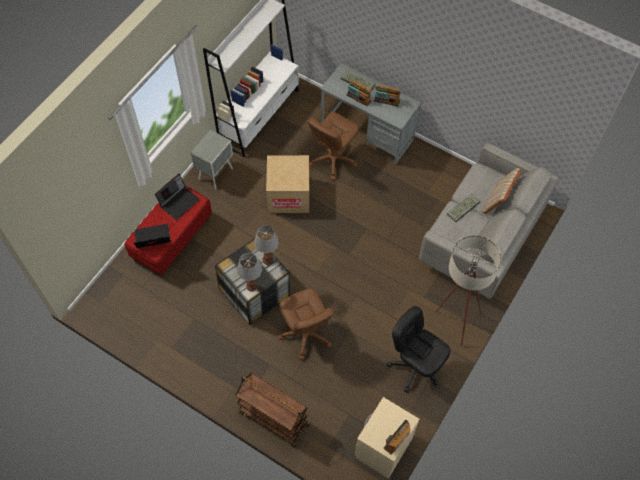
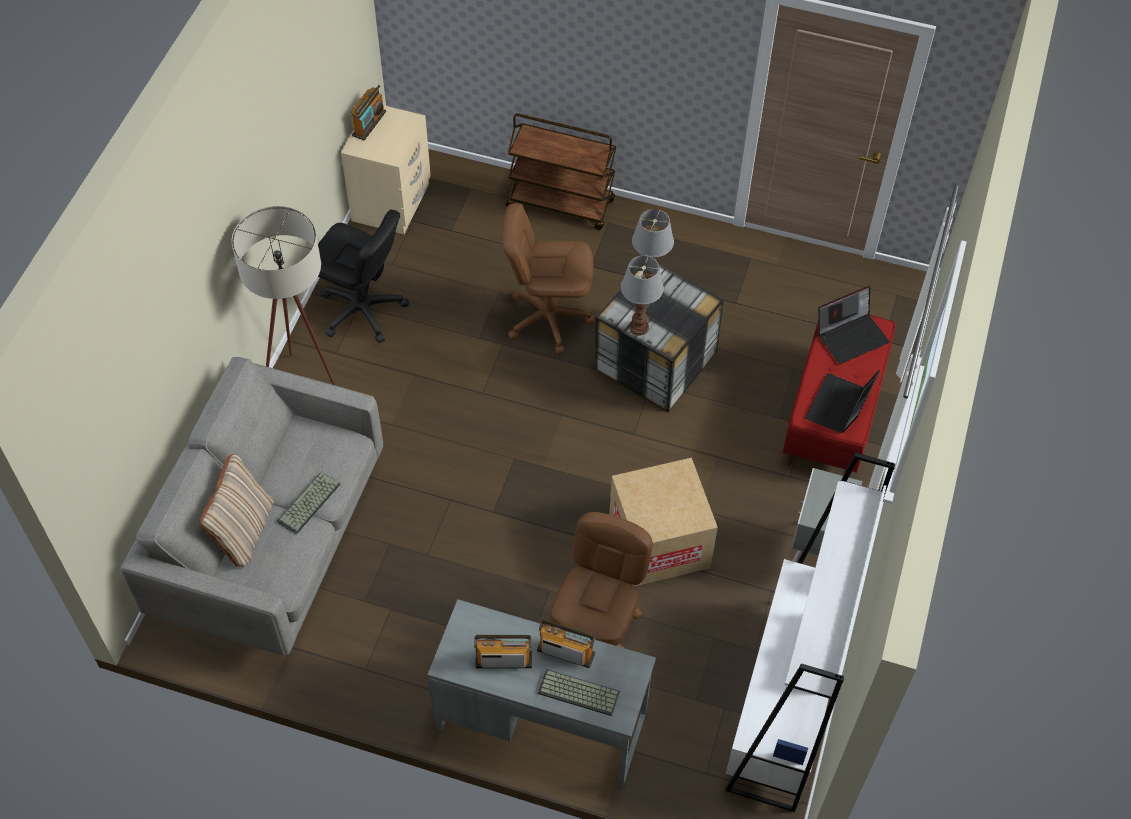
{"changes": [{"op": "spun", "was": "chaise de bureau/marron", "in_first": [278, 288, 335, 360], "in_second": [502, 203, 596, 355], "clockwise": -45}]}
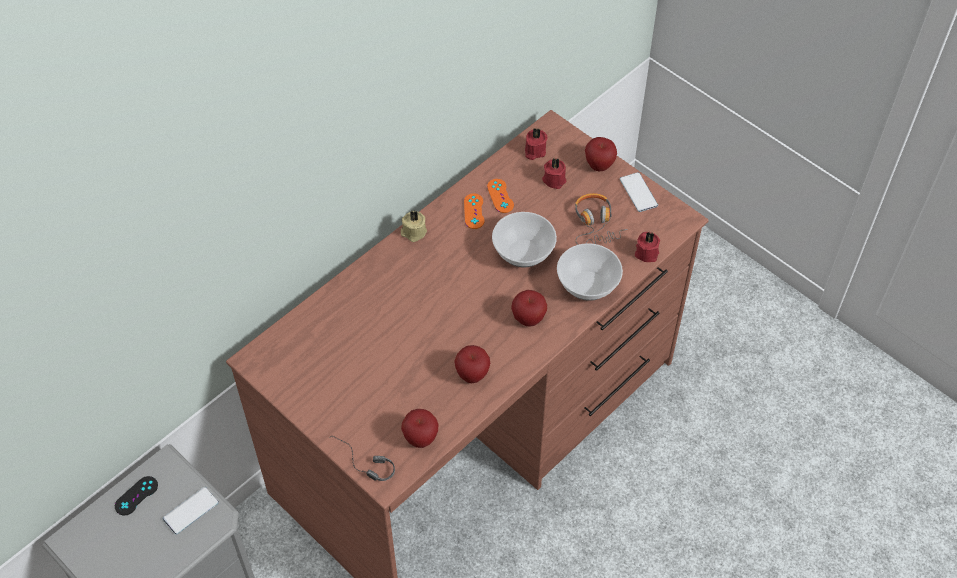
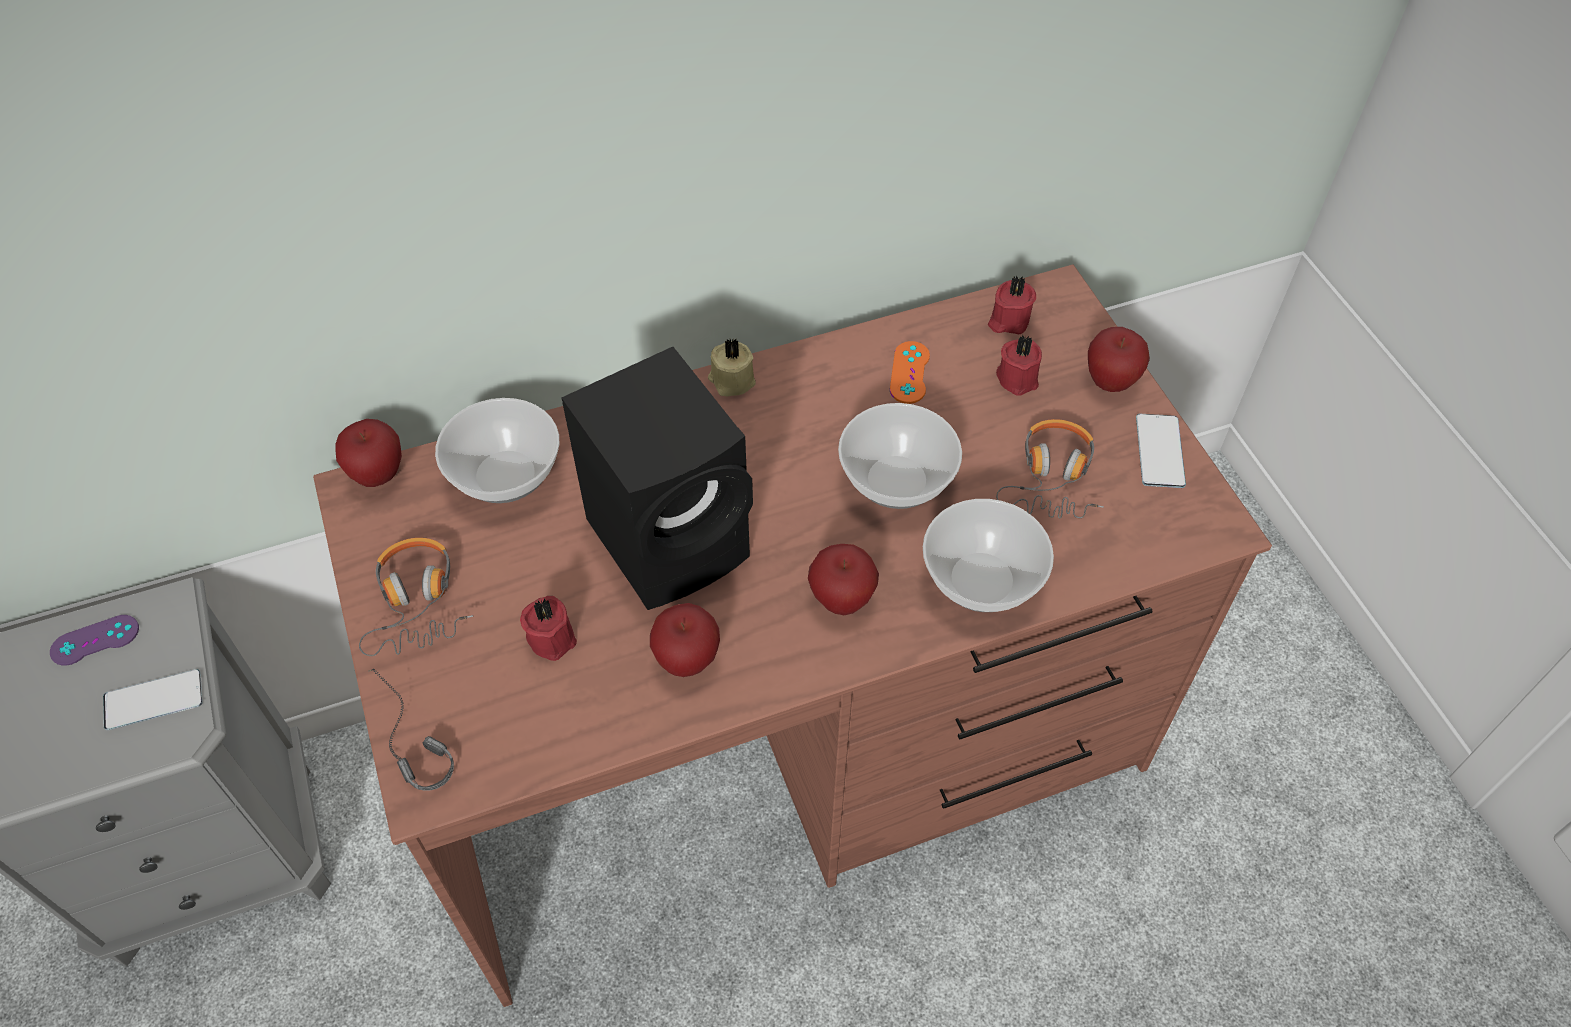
{"changes": [{"op": "missing", "was": "manette/orange", "in_first": [464, 193, 485, 229]}, {"op": "relocated", "was": "bougie/rouge", "in_first": [635, 231, 660, 262], "in_second": [520, 596, 577, 661]}, {"op": "relocated", "was": "pomme", "in_first": [401, 409, 438, 448], "in_second": [335, 419, 402, 487]}, {"op": "colour", "was": "manette/noir", "now": "manette/violet", "in_first": [115, 476, 158, 516], "in_second": [50, 615, 139, 666]}, {"op": "appeared", "now": "enceinte/noir", "in_second": [562, 347, 753, 610]}, {"op": "appeared", "now": "bol", "in_second": [435, 398, 559, 503]}, {"op": "appeared", "now": "casque audio", "in_second": [359, 538, 473, 656]}]}
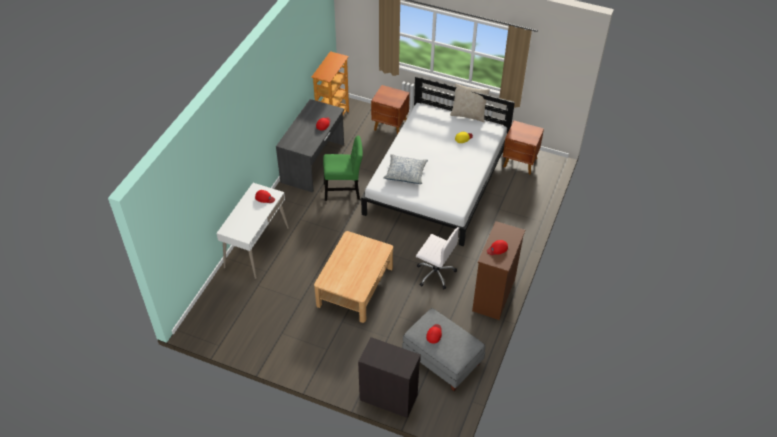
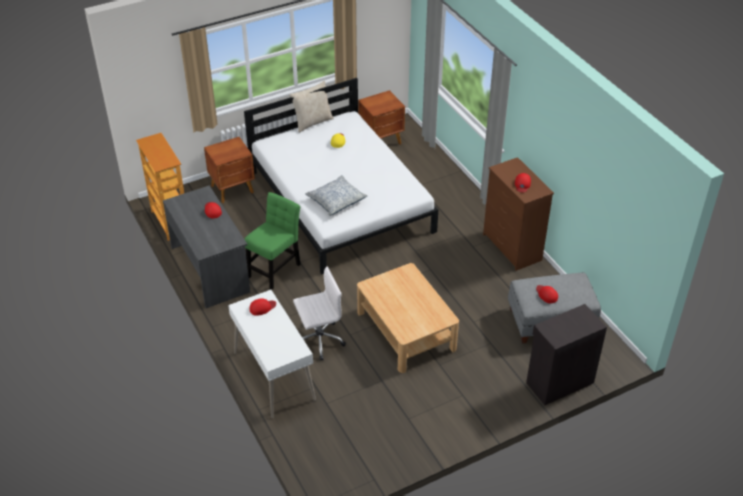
{"changes": [{"op": "relocated", "was": "chaise de bureau/blanc", "in_first": [416, 227, 459, 289], "in_second": [293, 266, 346, 361]}]}
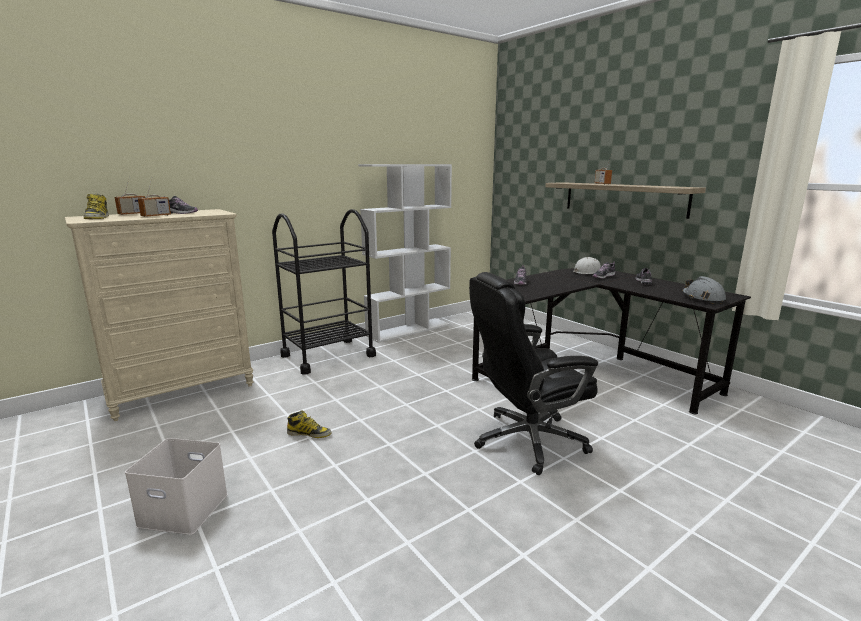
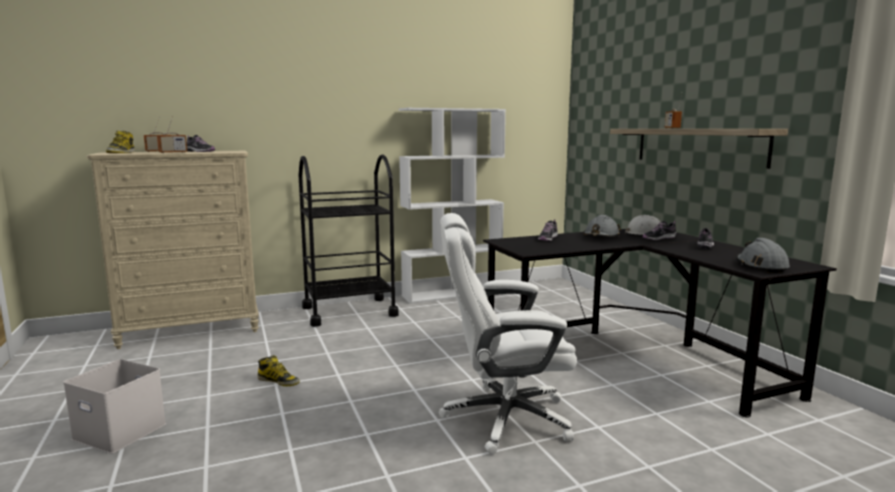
{"changes": [{"op": "colour", "was": "chaise de bureau/noir", "now": "chaise de bureau/blanc", "in_first": [469, 272, 598, 475], "in_second": [439, 213, 577, 455]}, {"op": "appeared", "now": "casque de chantier/gris", "in_second": [583, 215, 621, 237]}]}
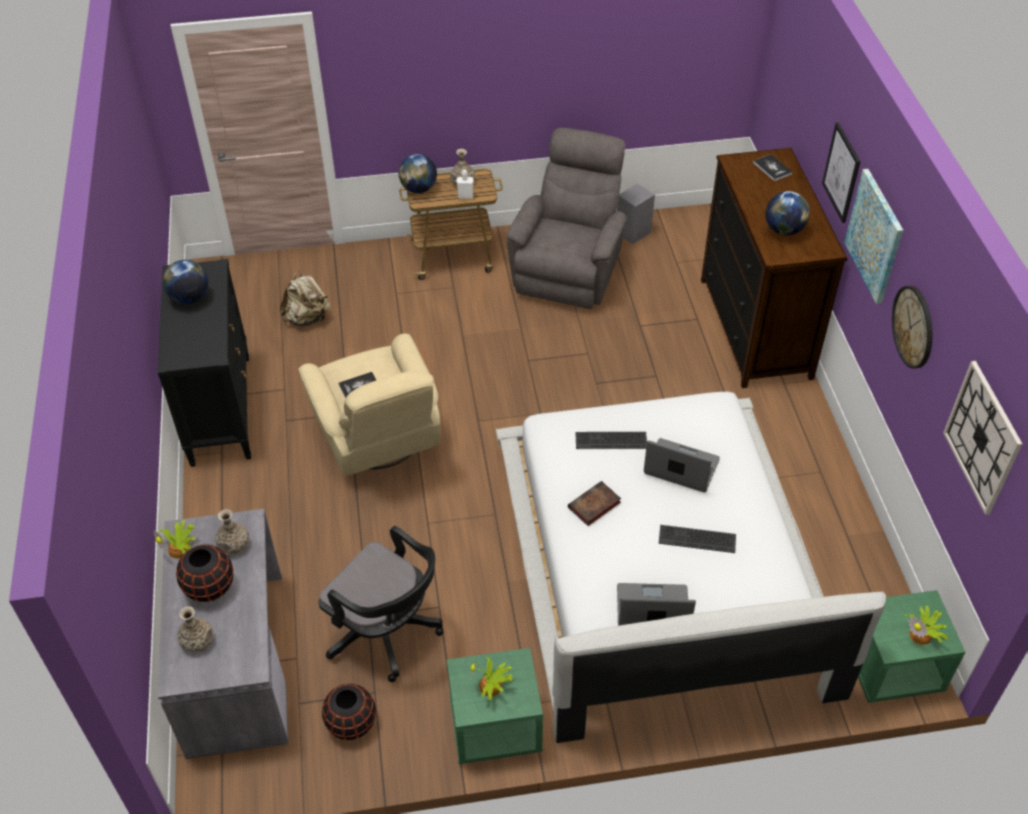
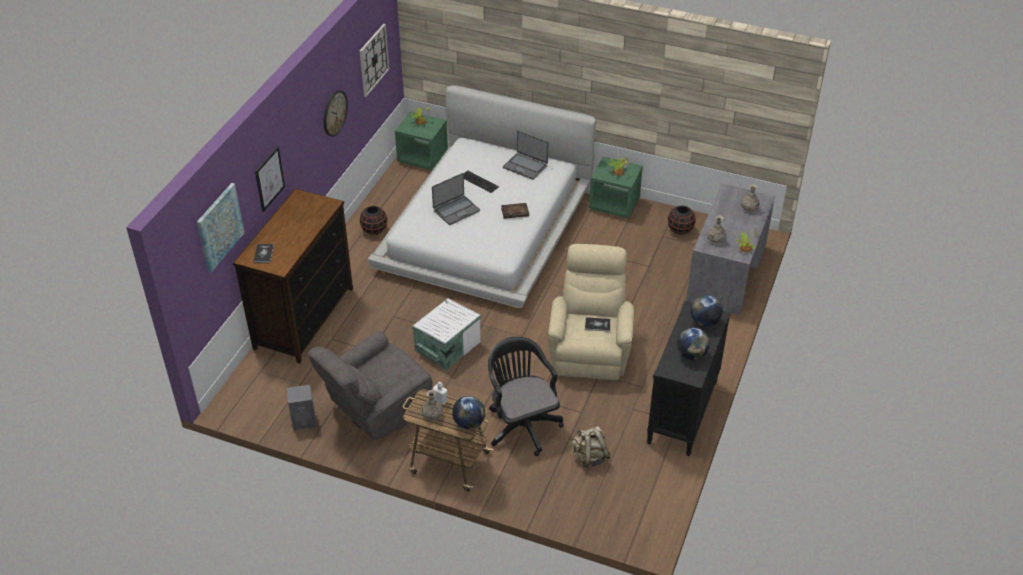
{"changes": [{"op": "relocated", "was": "tableau", "in_first": [844, 169, 903, 304], "in_second": [197, 183, 244, 272]}, {"op": "relocated", "was": "globe", "in_first": [765, 191, 810, 235], "in_second": [691, 295, 723, 327]}, {"op": "missing", "was": "clavier", "in_first": [575, 432, 647, 449]}, {"op": "spun", "was": "ordinateur portable", "in_first": [644, 438, 720, 493], "in_second": [432, 173, 480, 225], "clockwise": -90}, {"op": "relocated", "was": "chaise de bureau/noir", "in_first": [318, 526, 443, 682], "in_second": [488, 337, 564, 456]}, {"op": "relocated", "was": "vase/noir", "in_first": [176, 544, 233, 602], "in_second": [360, 206, 387, 235]}, {"op": "appeared", "now": "boîte de rangement/blanc", "in_second": [412, 298, 481, 371]}]}
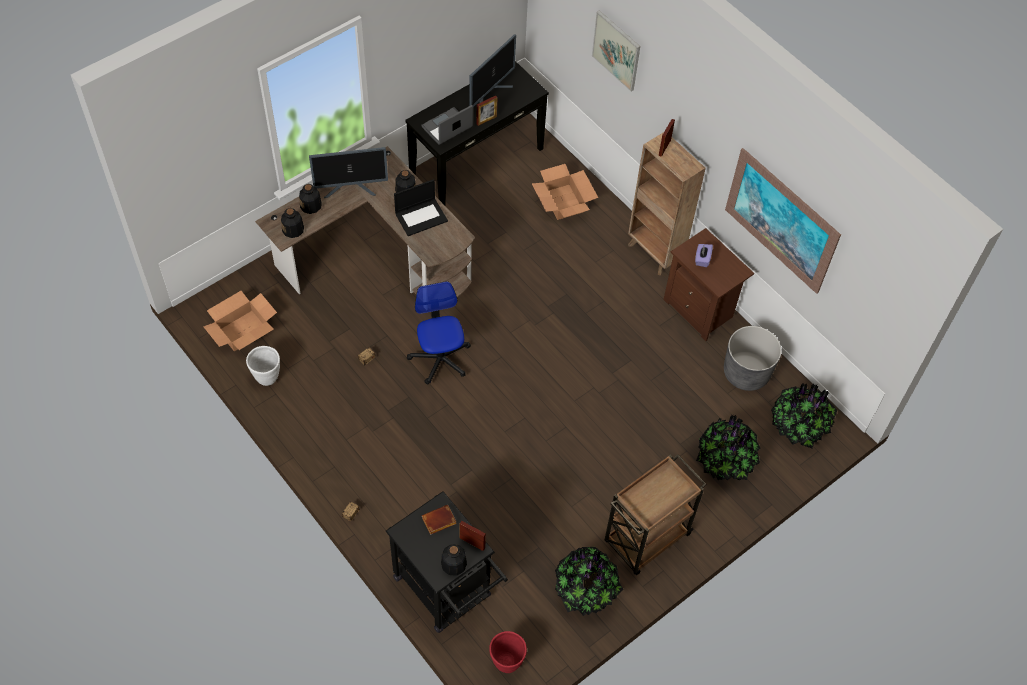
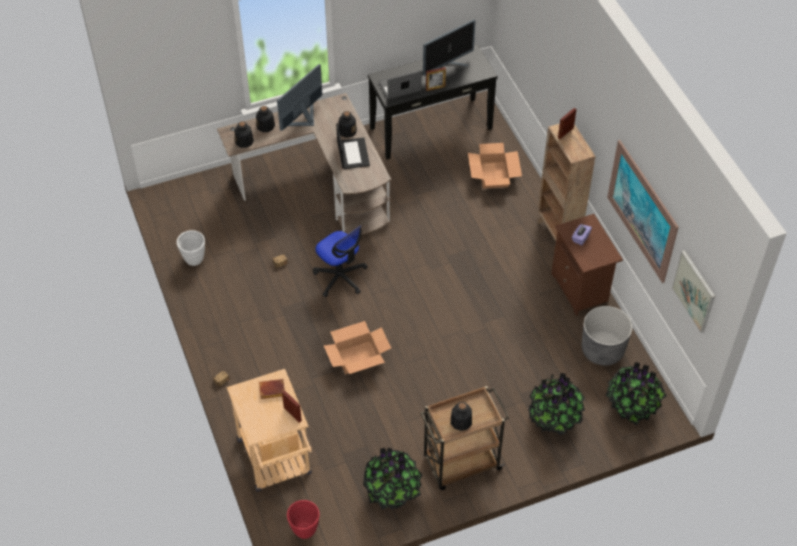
{"changes": [{"op": "relocated", "was": "tableau", "in_first": [592, 10, 640, 91], "in_second": [672, 250, 715, 333]}, {"op": "spun", "was": "écran d'ordinateur", "in_first": [309, 147, 388, 198], "in_second": [277, 64, 322, 131], "clockwise": 120}, {"op": "spun", "was": "ordinateur portable", "in_first": [394, 179, 448, 236], "in_second": [336, 123, 370, 169], "clockwise": -90}, {"op": "spun", "was": "chaise de bureau", "in_first": [407, 281, 471, 384], "in_second": [313, 226, 368, 297], "clockwise": 135}, {"op": "relocated", "was": "carton", "in_first": [203, 291, 277, 351], "in_second": [324, 321, 391, 374]}, {"op": "colour", "was": "chariot/noir", "now": "chariot/beige", "in_first": [386, 491, 508, 633], "in_second": [227, 369, 312, 492]}, {"op": "relocated", "was": "bouteille", "in_first": [441, 544, 467, 576], "in_second": [451, 402, 472, 431]}]}
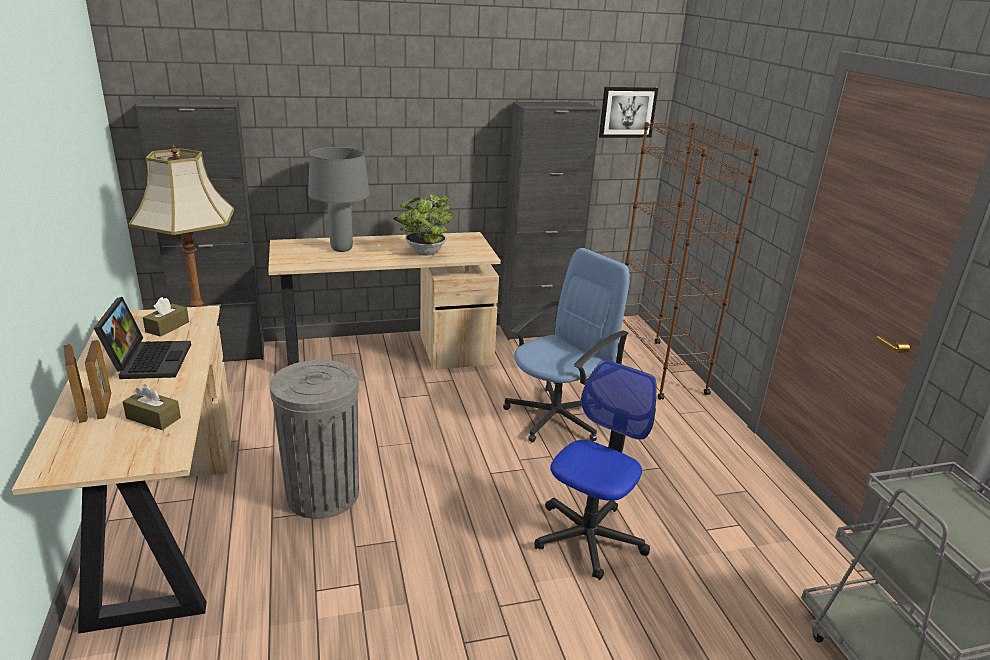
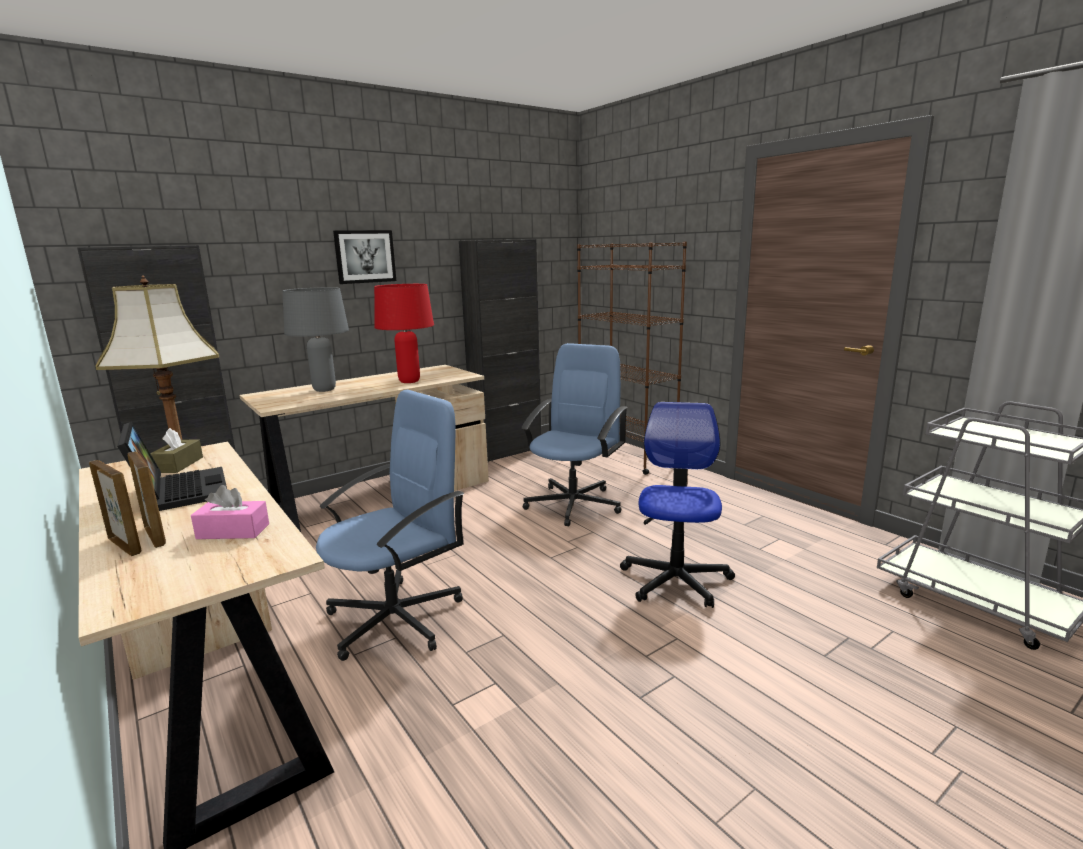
{"changes": [{"op": "relocated", "was": "tableau", "in_first": [599, 87, 658, 138], "in_second": [333, 230, 396, 284]}, {"op": "exchanged", "was": "plante en pot", "now": "lampe de table/rouge", "in_first": [394, 194, 452, 256], "in_second": [374, 284, 434, 383]}, {"op": "exchanged", "was": "poubelle/gris", "now": "chaise de bureau/bleu", "in_first": [270, 360, 359, 519], "in_second": [316, 390, 465, 661]}, {"op": "colour", "was": "boîte à mouchoirs/marron", "now": "boîte à mouchoirs/rose", "in_first": [123, 384, 181, 430], "in_second": [191, 485, 269, 539]}]}
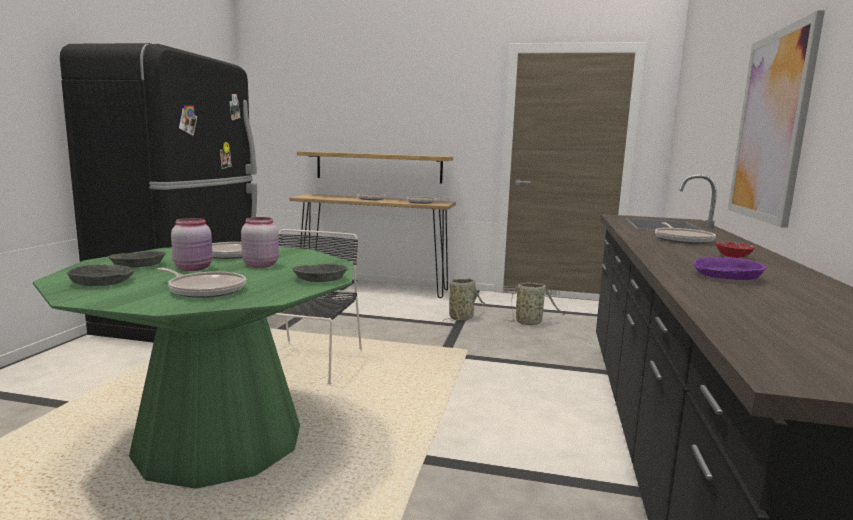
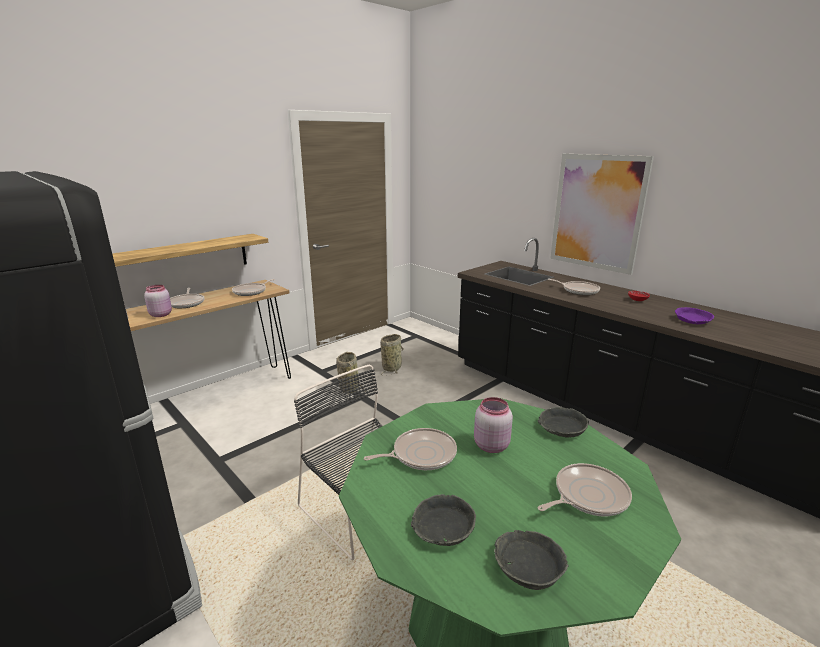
{"changes": [{"op": "relocated", "was": "bocal/rose", "in_first": [171, 218, 213, 271], "in_second": [144, 285, 172, 317]}]}
